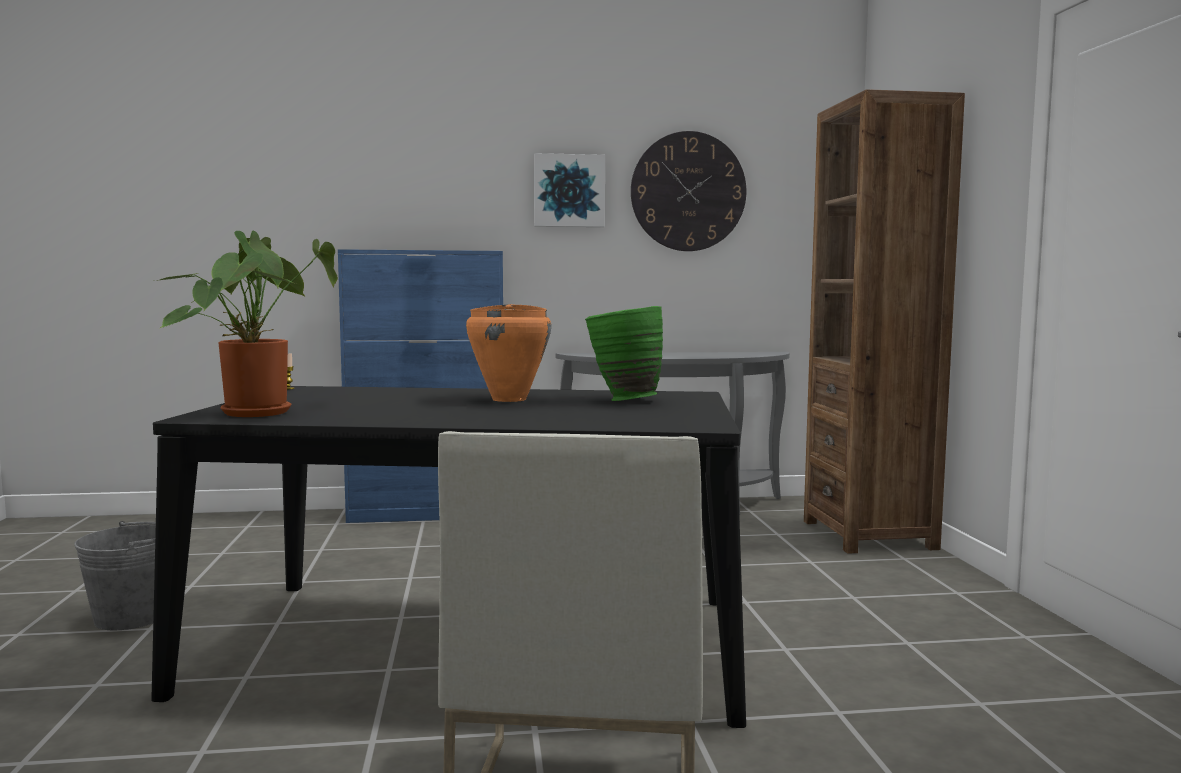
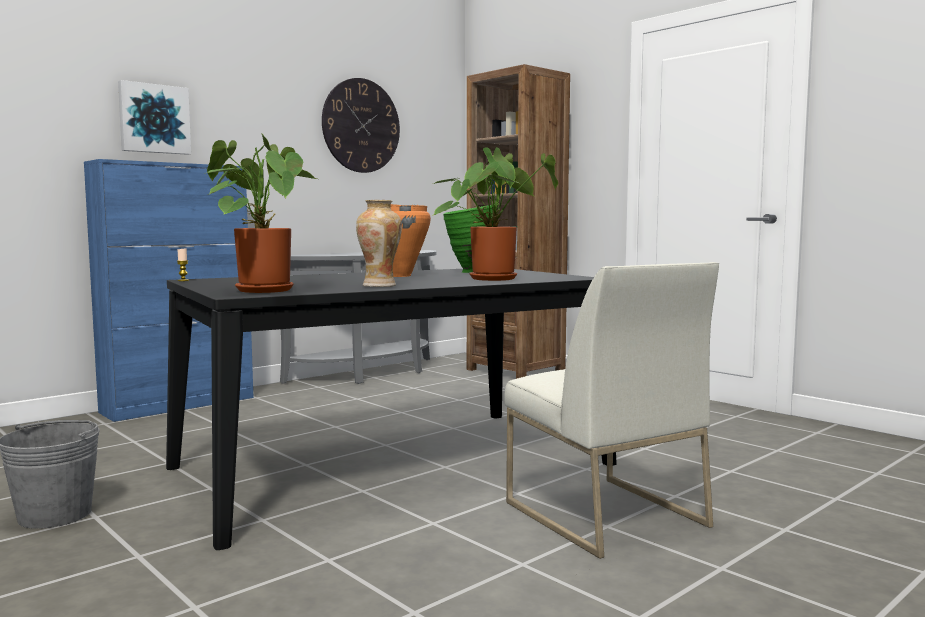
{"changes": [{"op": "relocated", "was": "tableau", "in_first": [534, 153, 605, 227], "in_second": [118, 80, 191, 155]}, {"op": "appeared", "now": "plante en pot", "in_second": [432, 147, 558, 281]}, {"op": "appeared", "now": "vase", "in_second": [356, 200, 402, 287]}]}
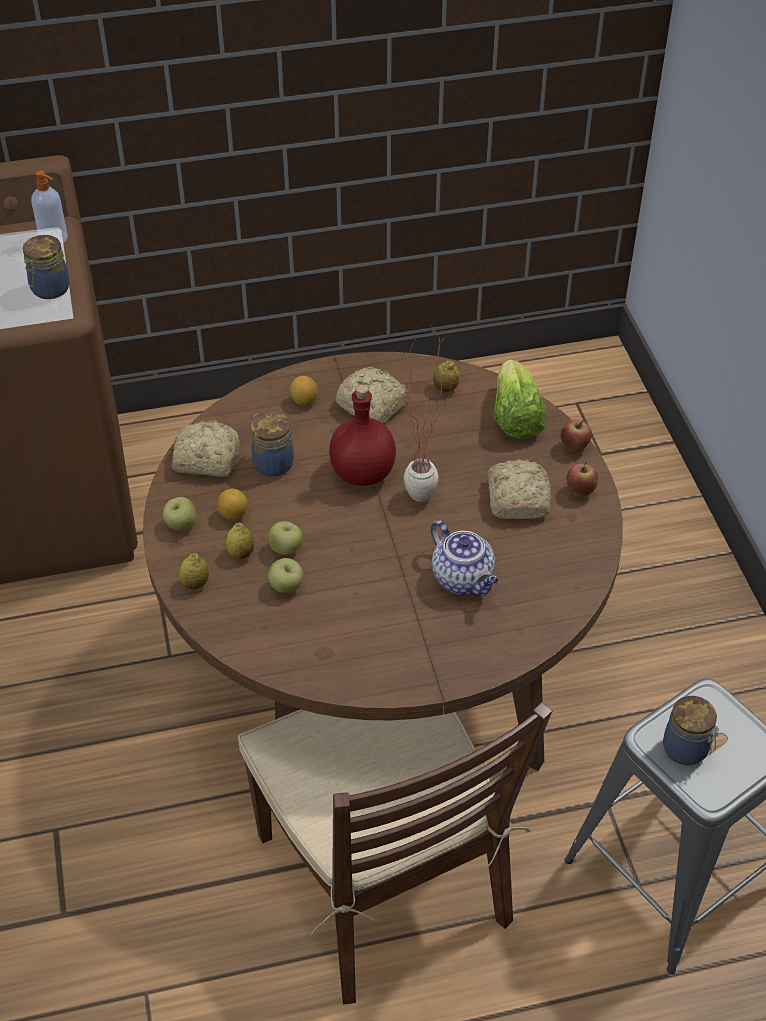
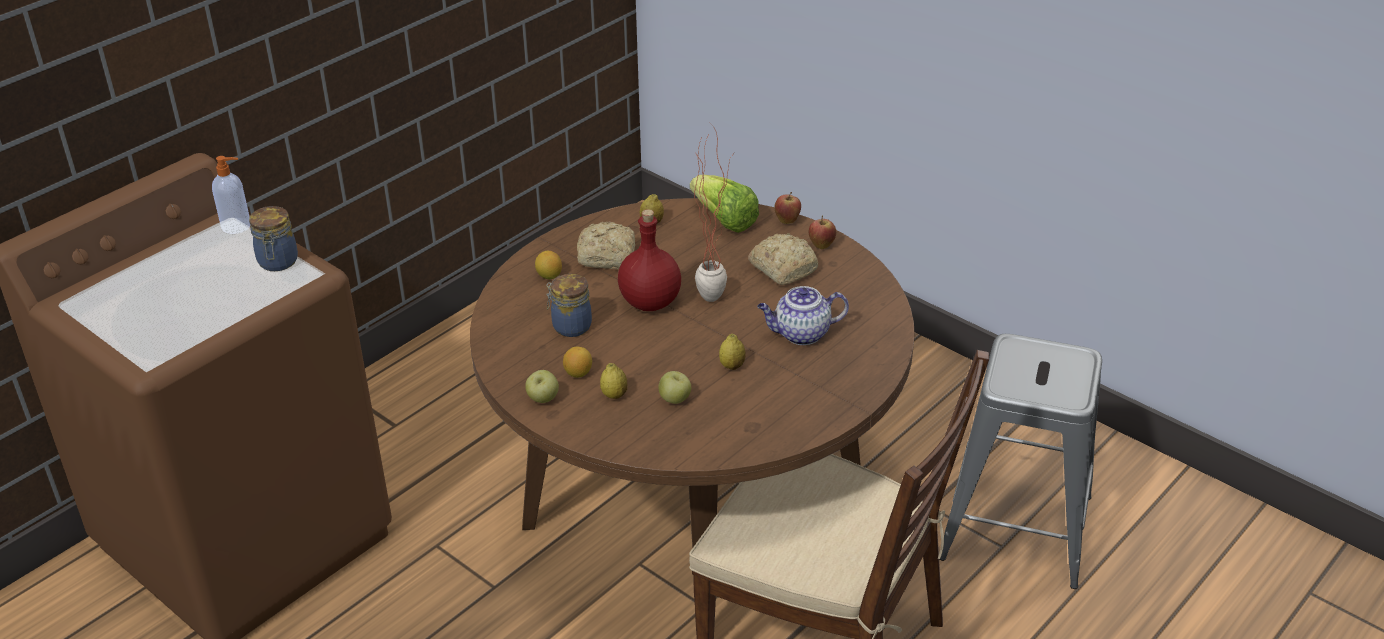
{"changes": [{"op": "missing", "was": "pain", "in_first": [172, 420, 240, 477]}, {"op": "spun", "was": "théière", "in_first": [431, 520, 498, 596], "in_second": [757, 286, 849, 345], "clockwise": 150}, {"op": "missing", "was": "pomme", "in_first": [268, 521, 303, 555]}, {"op": "relocated", "was": "citron", "in_first": [179, 553, 209, 589], "in_second": [719, 334, 746, 370]}, {"op": "missing", "was": "bocal", "in_first": [663, 696, 719, 765]}]}
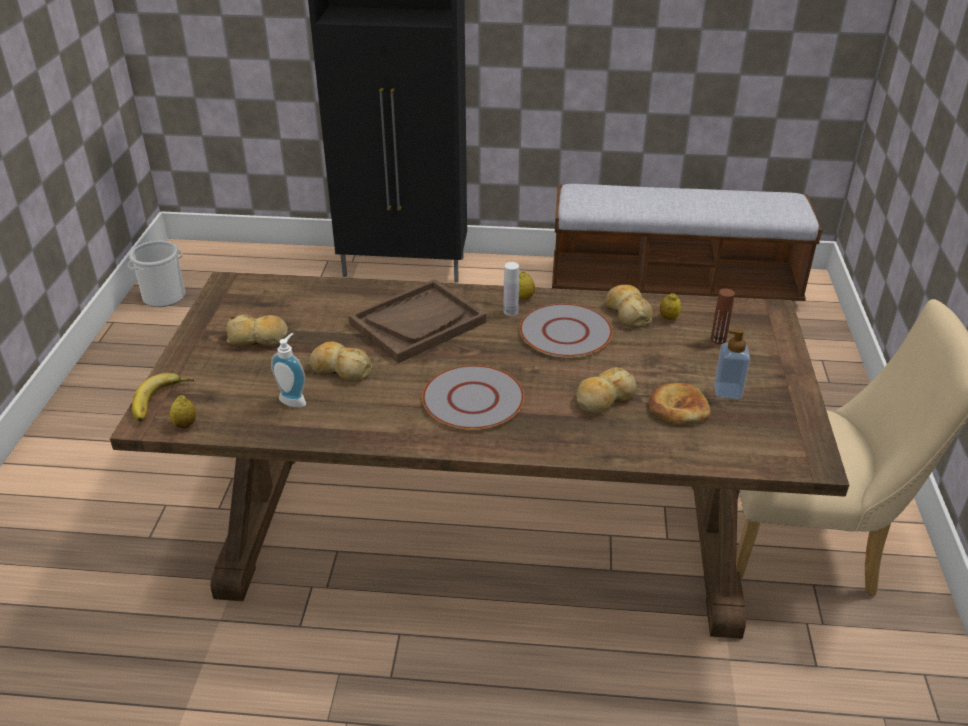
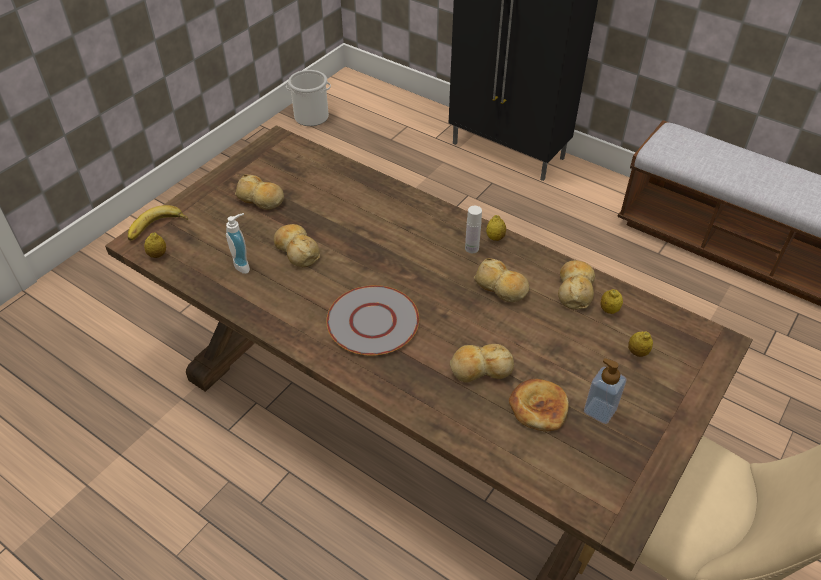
{"changes": [{"op": "missing", "was": "plateau/marron", "in_first": [348, 279, 486, 363]}, {"op": "exchanged", "was": "bouteille/marron", "now": "citron", "in_first": [711, 288, 735, 344], "in_second": [628, 331, 653, 357]}, {"op": "exchanged", "was": "assiette/gris", "now": "pain", "in_first": [519, 304, 612, 358], "in_second": [474, 258, 529, 302]}]}
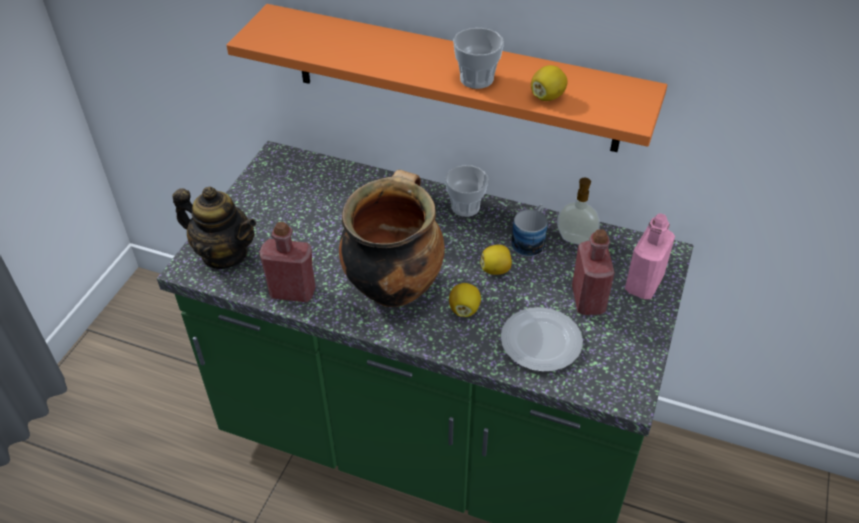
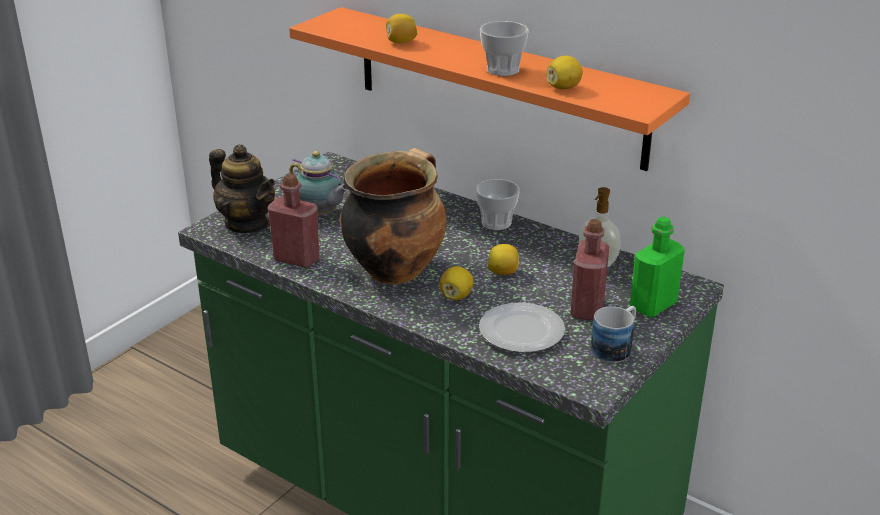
{"changes": [{"op": "relocated", "was": "mug", "in_first": [511, 205, 548, 257], "in_second": [591, 306, 636, 363]}, {"op": "colour", "was": "bouteille/rose", "now": "bouteille/vert", "in_first": [625, 213, 675, 299], "in_second": [630, 216, 685, 318]}, {"op": "appeared", "now": "citron", "in_second": [386, 14, 418, 43]}, {"op": "appeared", "now": "théière", "in_second": [290, 151, 348, 216]}]}
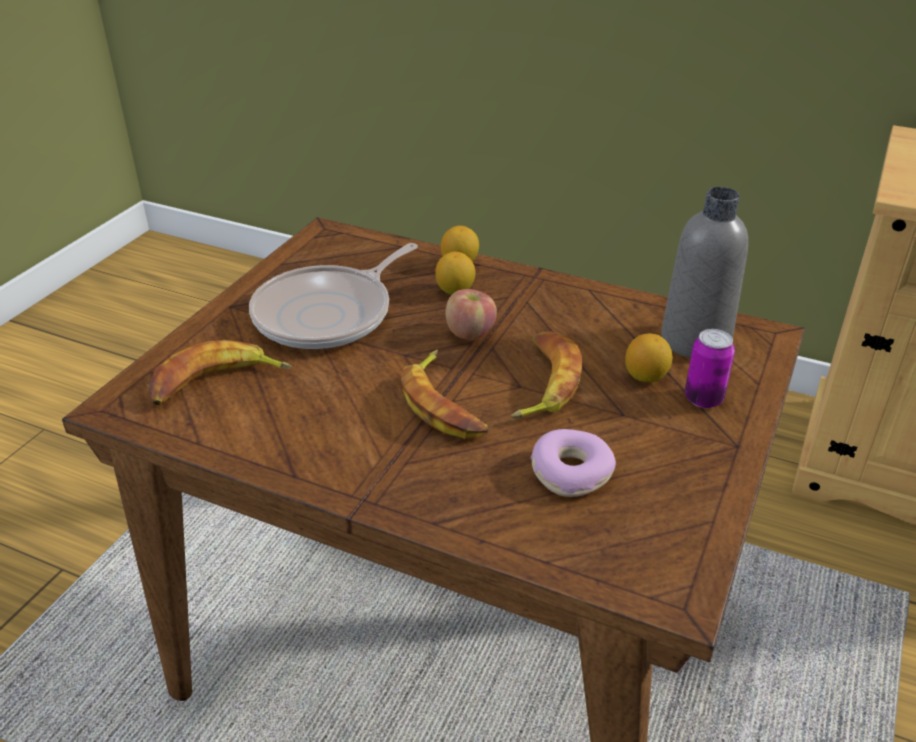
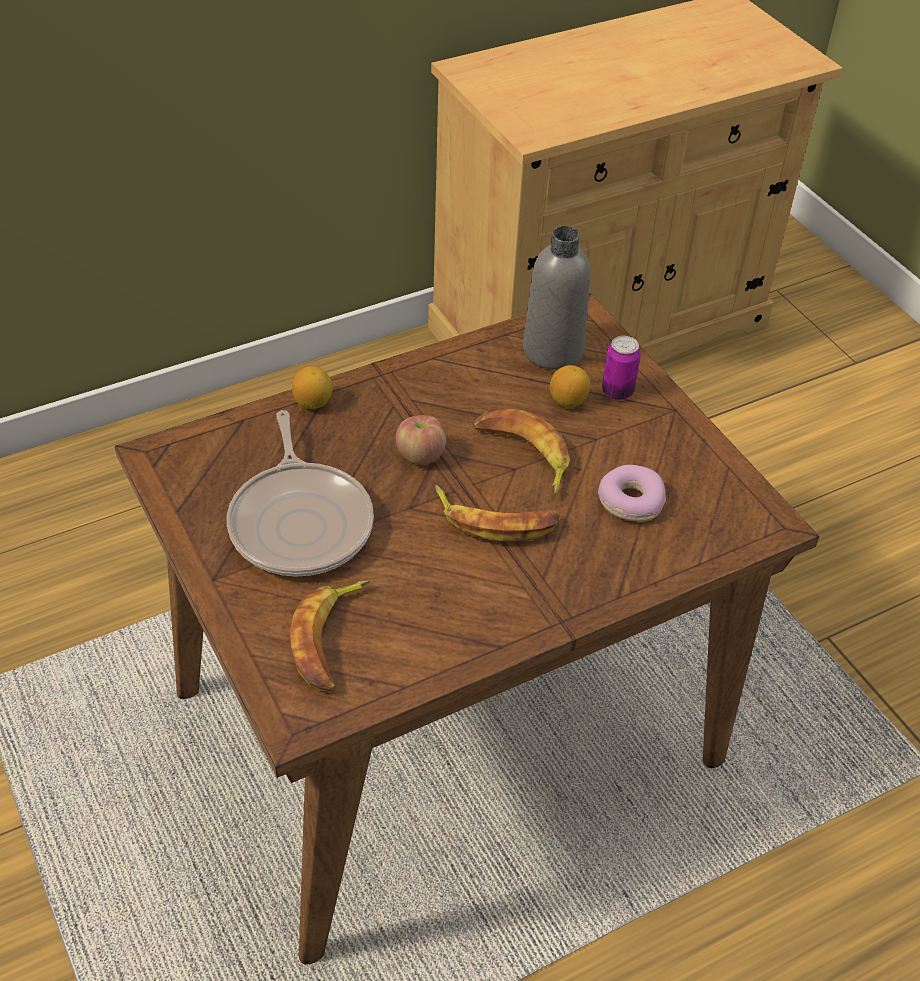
{"changes": [{"op": "missing", "was": "citron", "in_first": [435, 252, 475, 295]}]}
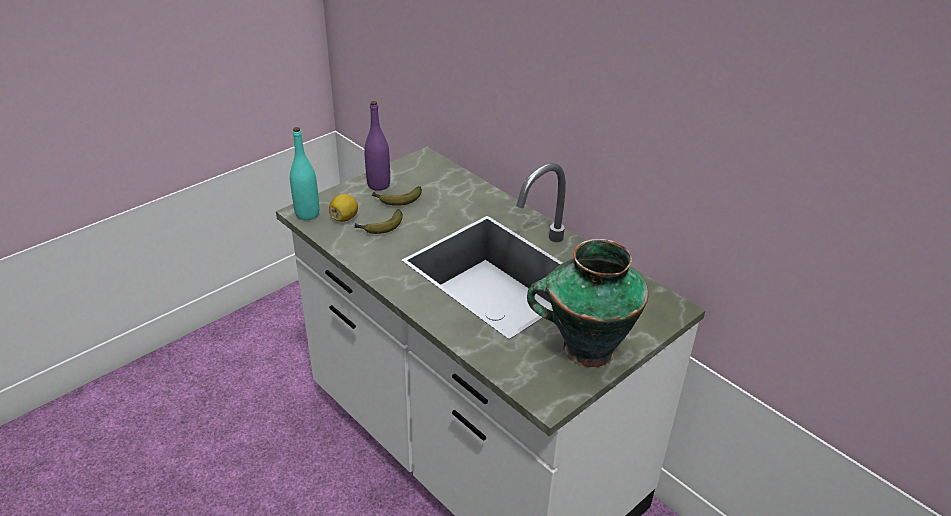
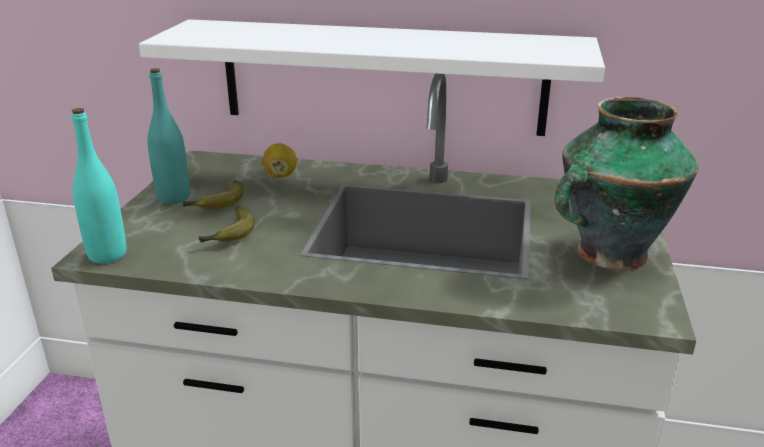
{"changes": [{"op": "colour", "was": "bouteille/violet", "now": "bouteille/turquoise", "in_first": [364, 101, 390, 191], "in_second": [147, 68, 190, 204]}, {"op": "relocated", "was": "citron", "in_first": [329, 194, 358, 222], "in_second": [263, 143, 297, 178]}, {"op": "appeared", "now": "étagère/blanc", "in_second": [139, 19, 605, 136]}]}
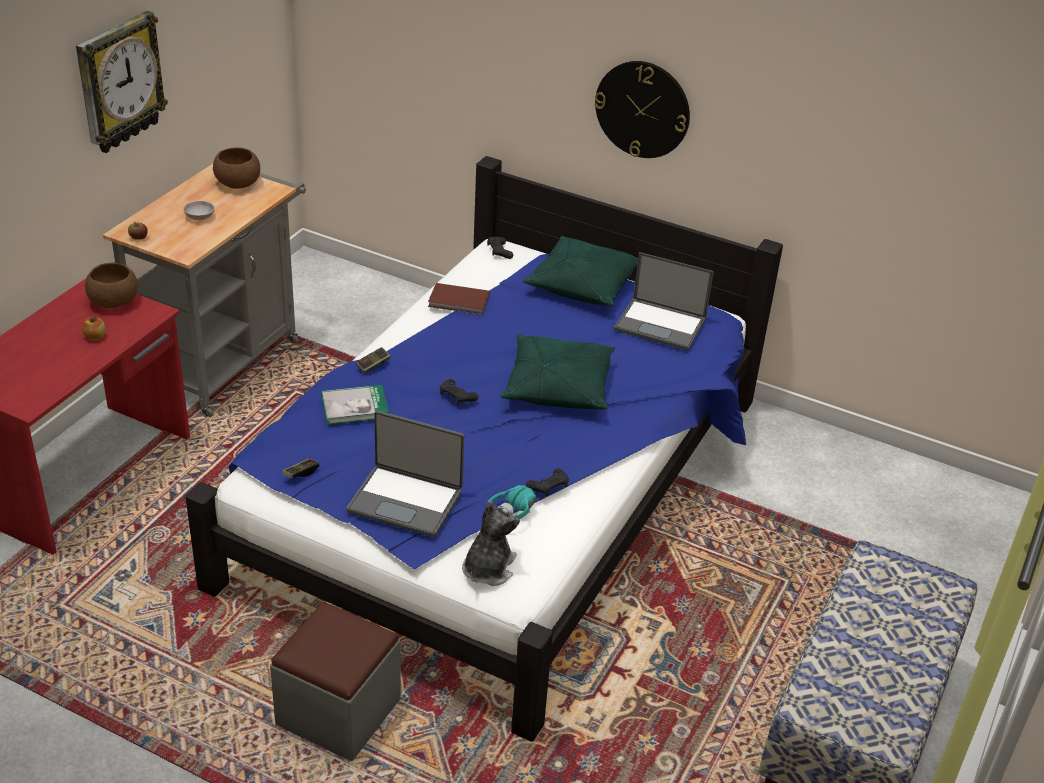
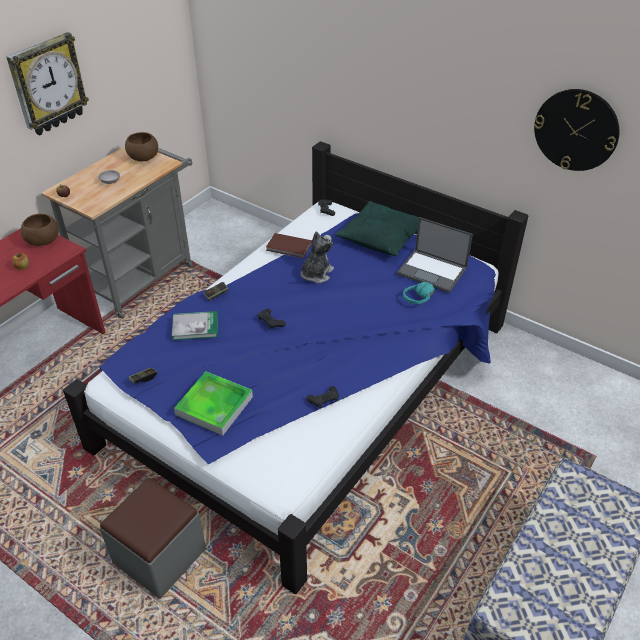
{"changes": [{"op": "relocated", "was": "horloge murale", "in_first": [595, 61, 690, 158], "in_second": [534, 89, 620, 171]}, {"op": "missing", "was": "coussin/vert", "in_first": [500, 334, 615, 409]}, {"op": "exchanged", "was": "ordinateur portable", "now": "plateau", "in_first": [346, 411, 464, 537], "in_second": [174, 372, 253, 436]}, {"op": "relocated", "was": "casque audio/turquoise", "in_first": [487, 485, 536, 519], "in_second": [403, 282, 435, 304]}, {"op": "relocated", "was": "peluche", "in_first": [462, 501, 520, 586], "in_second": [301, 231, 334, 283]}]}
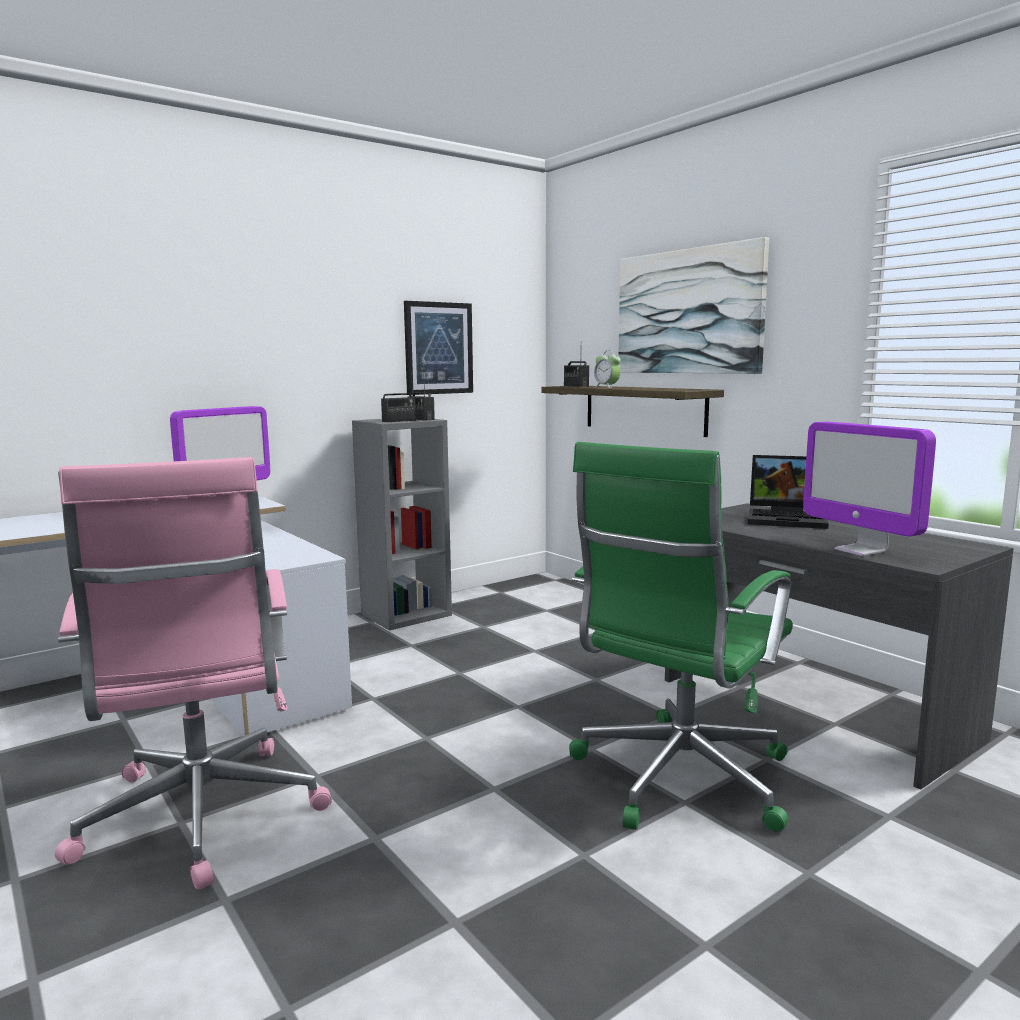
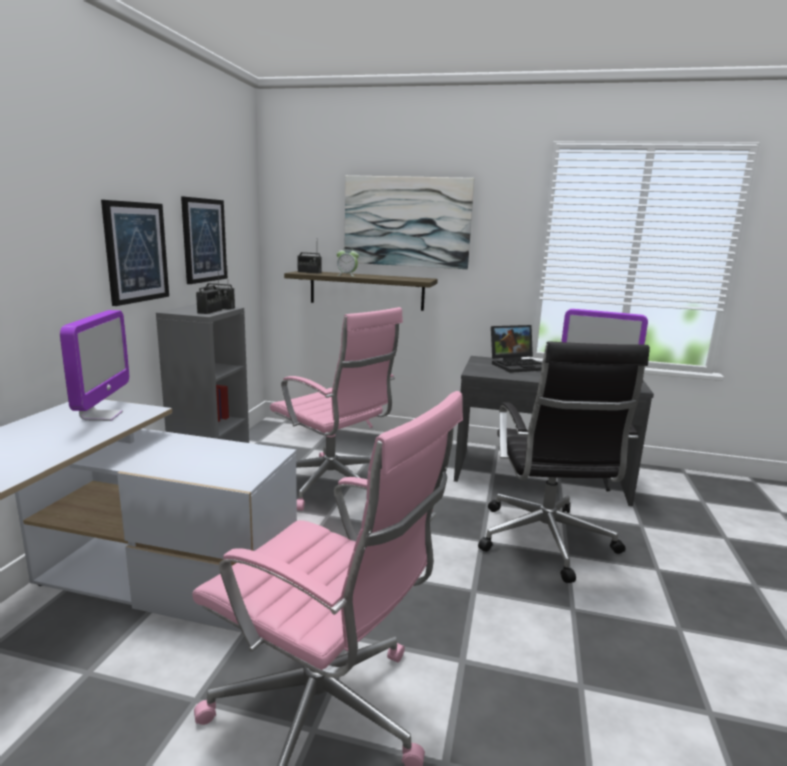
{"changes": [{"op": "colour", "was": "chaise de bureau/vert", "now": "chaise de bureau/noir", "in_first": [569, 442, 793, 831], "in_second": [478, 342, 650, 583]}, {"op": "appeared", "now": "tableau", "in_second": [101, 200, 169, 306]}, {"op": "appeared", "now": "chaise de bureau/rose", "in_second": [270, 307, 403, 511]}]}
